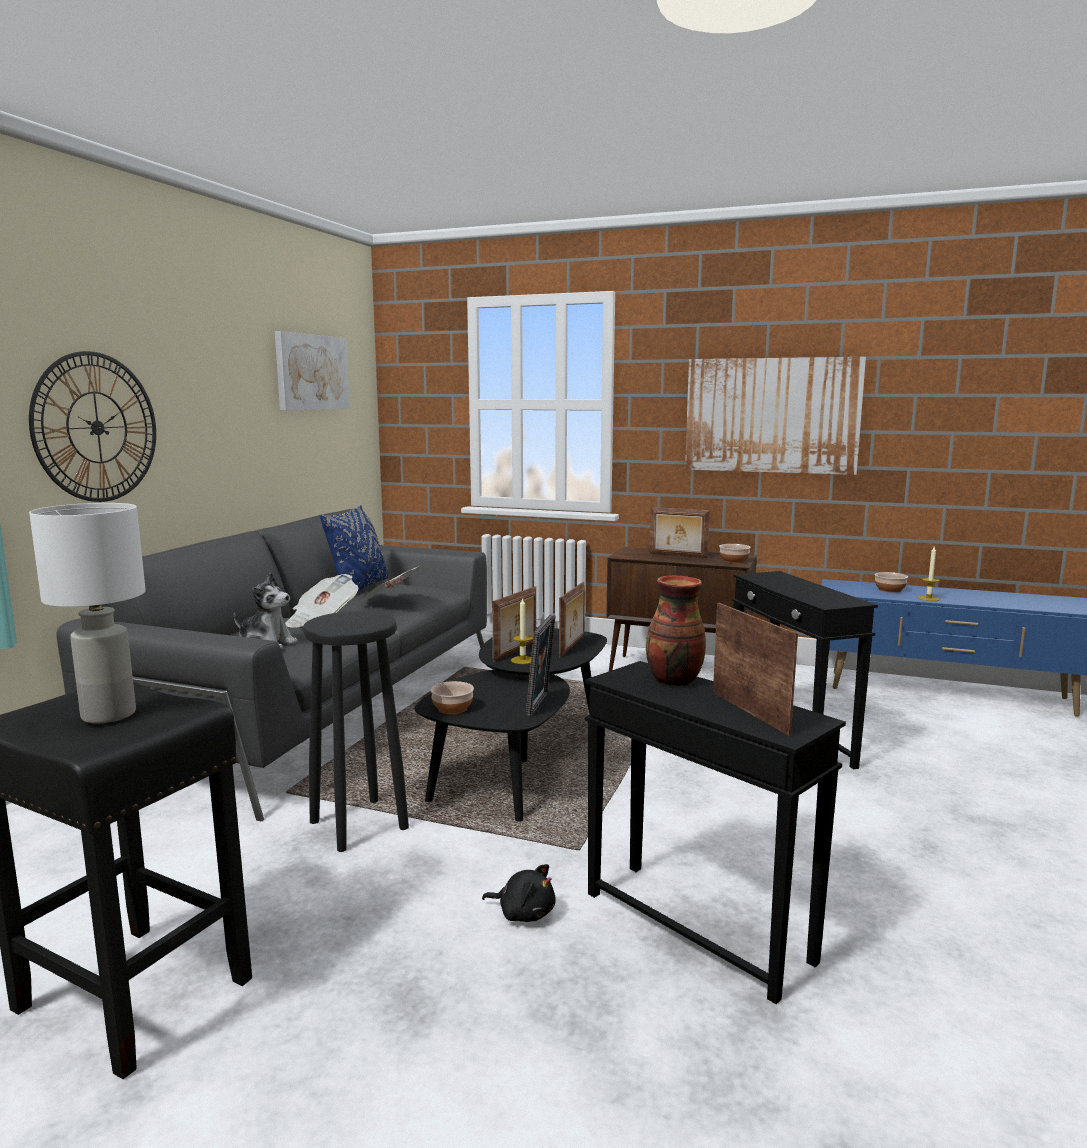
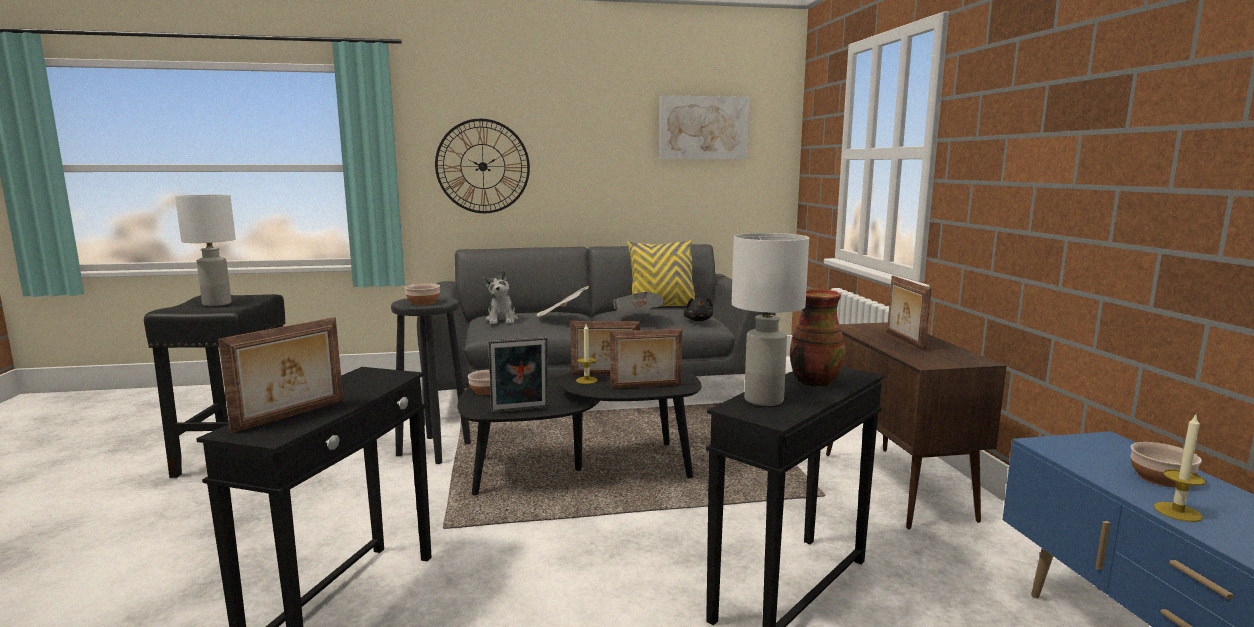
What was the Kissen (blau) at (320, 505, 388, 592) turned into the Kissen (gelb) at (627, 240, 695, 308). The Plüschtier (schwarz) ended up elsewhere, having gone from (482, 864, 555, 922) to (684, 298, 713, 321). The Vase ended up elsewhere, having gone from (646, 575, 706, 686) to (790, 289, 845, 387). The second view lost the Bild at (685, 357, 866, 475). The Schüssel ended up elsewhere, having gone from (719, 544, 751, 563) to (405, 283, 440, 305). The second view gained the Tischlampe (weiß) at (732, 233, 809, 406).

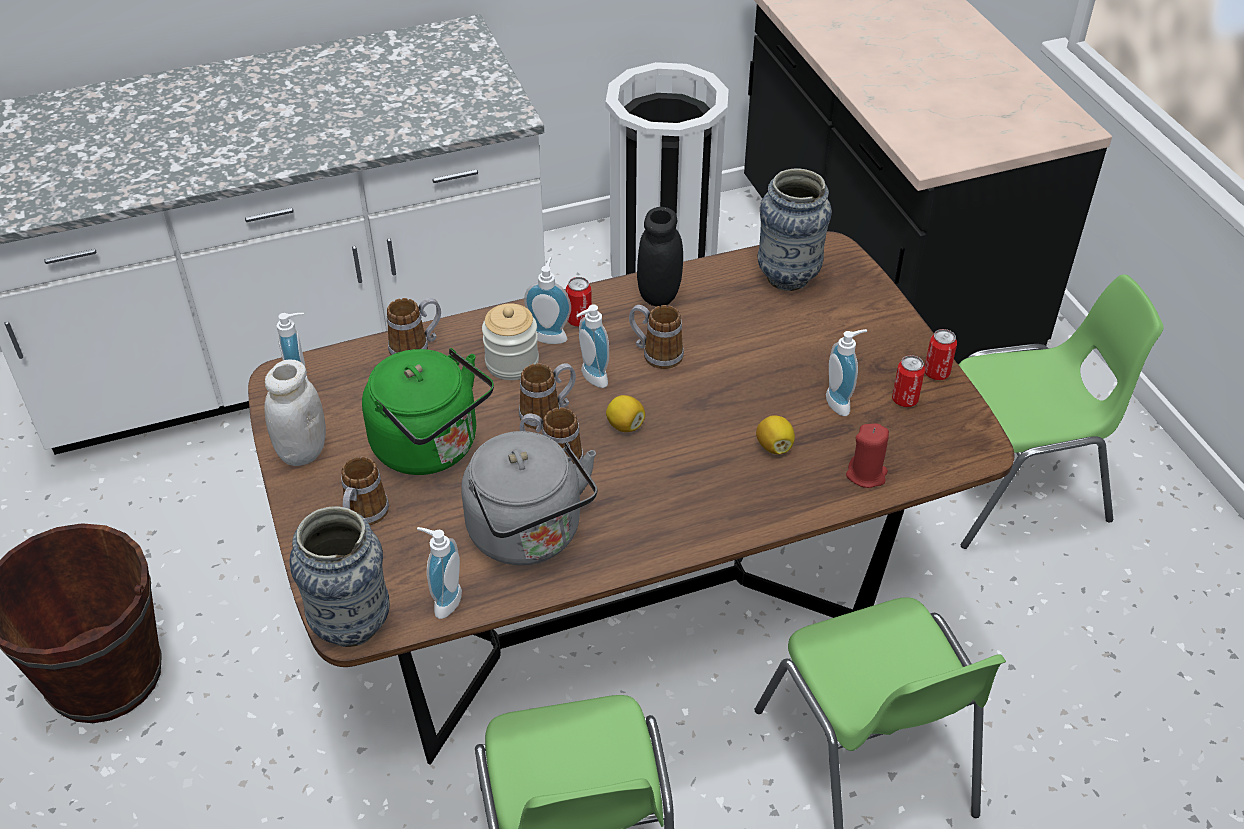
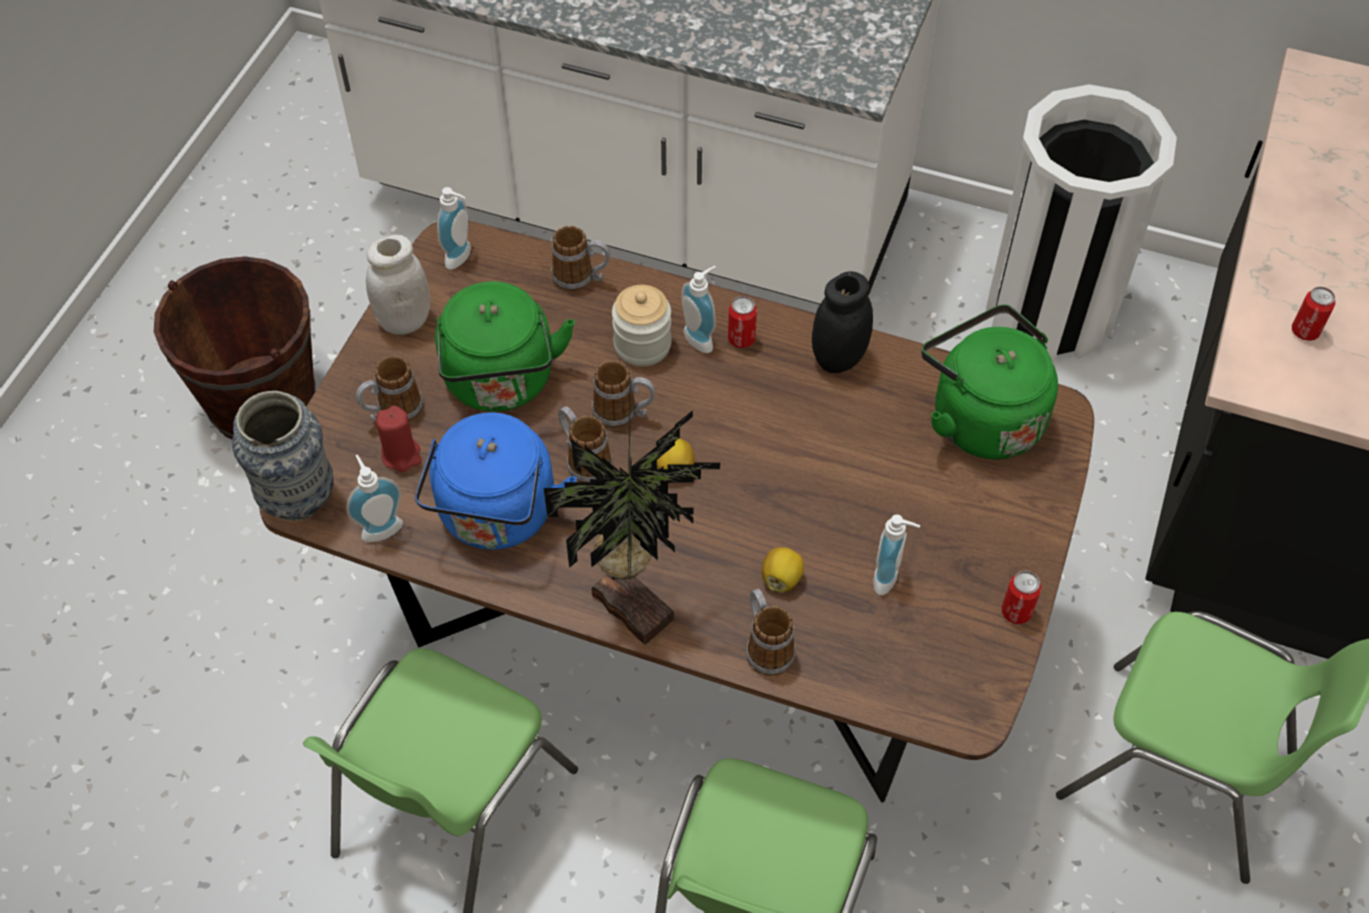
What was the Wasserkessel (grau) at (461, 431, 597, 565) turned into the Wasserkessel (blau) at (415, 413, 577, 550). The second view lost the Seifenspender at (576, 305, 609, 388). The Henkelbecher ended up elsewhere, having gone from (629, 305, 684, 369) to (746, 589, 795, 676). Where the Vase stood at (757, 168, 832, 291), the Wasserkessel (grün) came to stand at (921, 305, 1058, 459). The Kerze (rot) ended up elsewhere, having gone from (846, 424, 889, 488) to (376, 405, 422, 472). The Dose ended up elsewhere, having gone from (892, 355, 925, 407) to (1292, 286, 1335, 341). The second view gained the Topfpflanze at (544, 402, 720, 645).

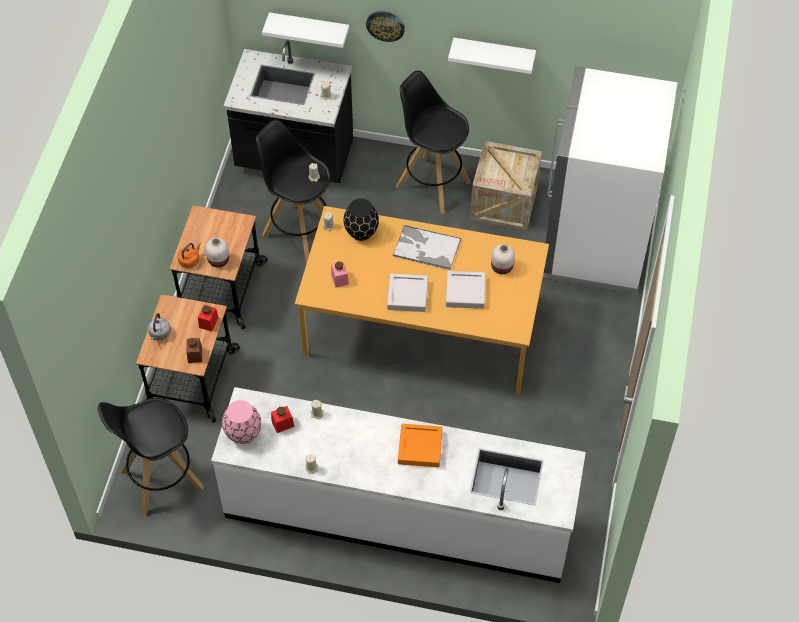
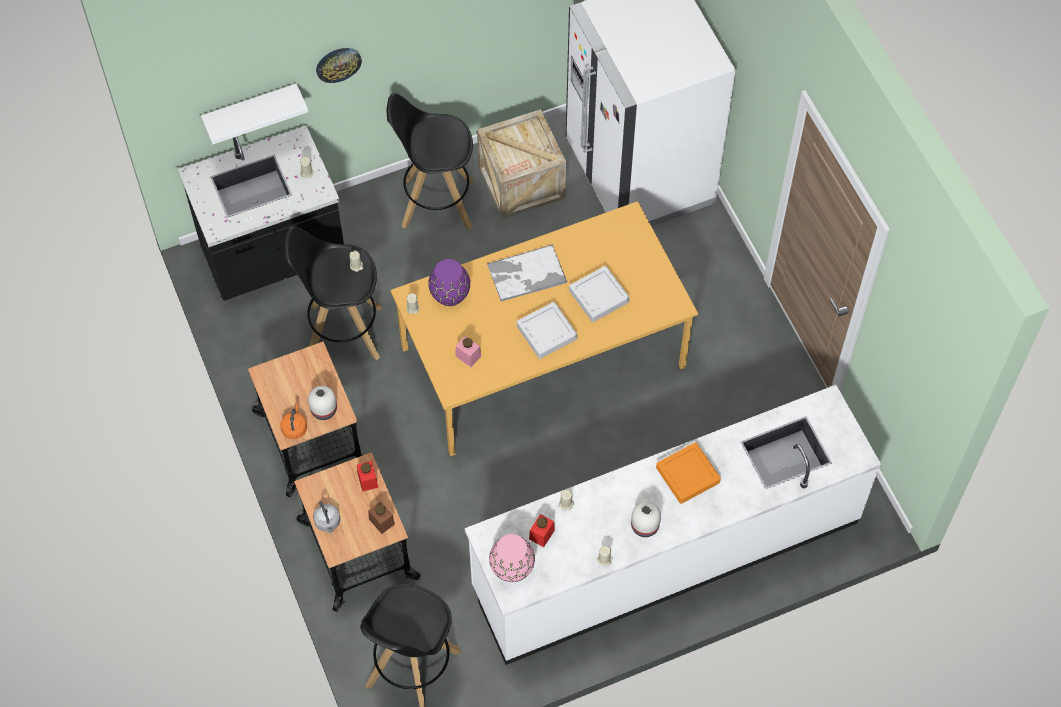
What was the Vase (schwarz) at (343, 199, 379, 241) turned into the Vase (lila) at (428, 259, 470, 306). The second view lost the Wandregal (weiß) at (448, 38, 536, 74). The Vase (weiß) ended up elsewhere, having gone from (491, 244, 515, 274) to (631, 502, 661, 537).

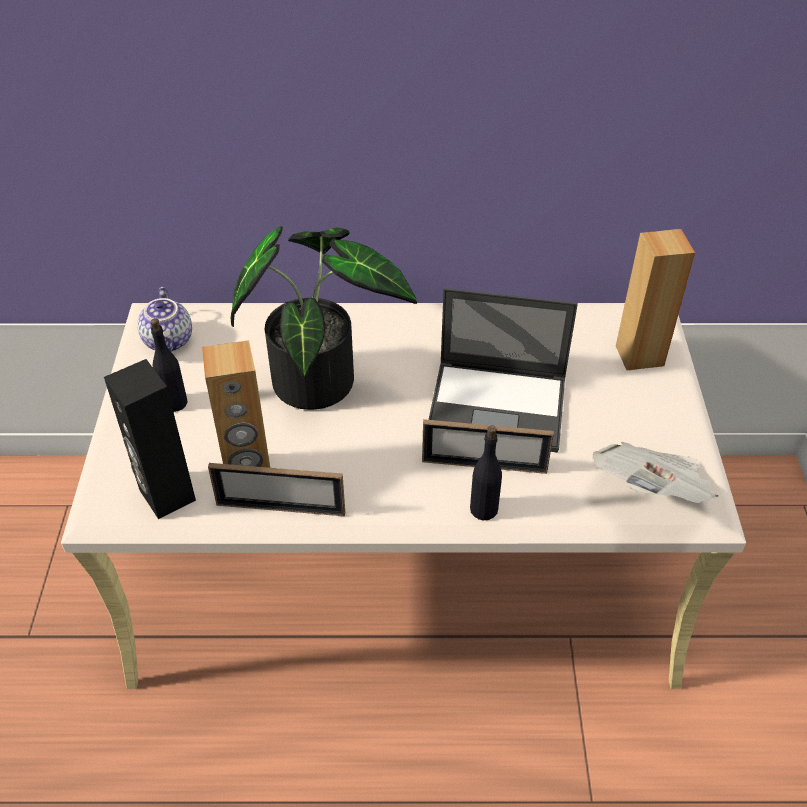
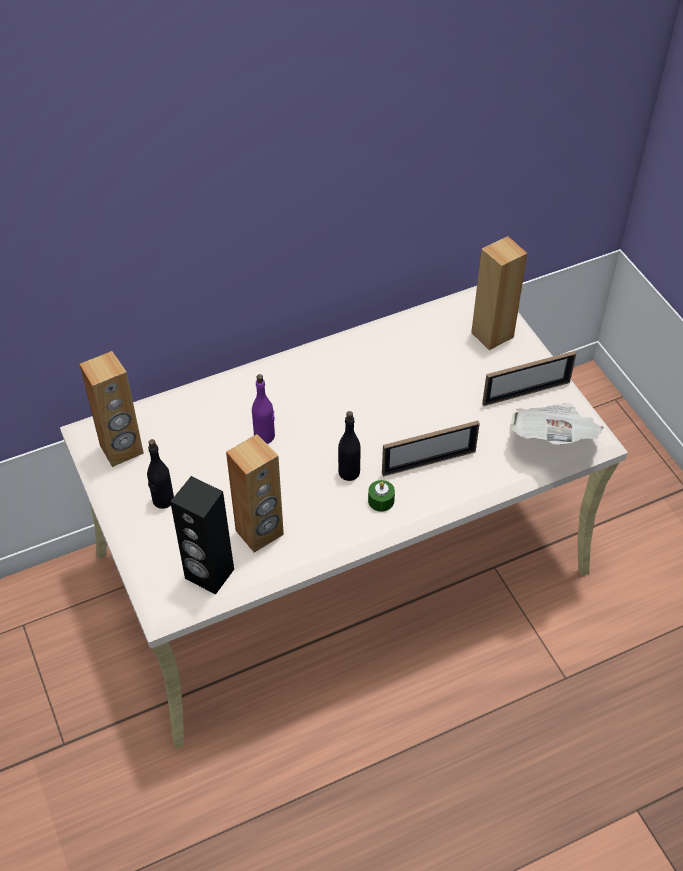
Where the Teekanne stood at (137, 287, 192, 352), the Lautsprecher (braun) came to stand at (79, 351, 144, 467). The Bilderrahmen ended up elsewhere, having gone from (208, 463, 345, 516) to (482, 351, 576, 406). Where the Topfpflanze stood at (231, 226, 417, 410), the Flasche (lila) came to stand at (252, 374, 275, 444). The second view lost the Laptop at (428, 288, 578, 452). The Flasche (schwarz) ended up elsewhere, having gone from (470, 425, 502, 520) to (338, 411, 361, 481). The second view gained the Kerze (grün) at (368, 480, 395, 512).

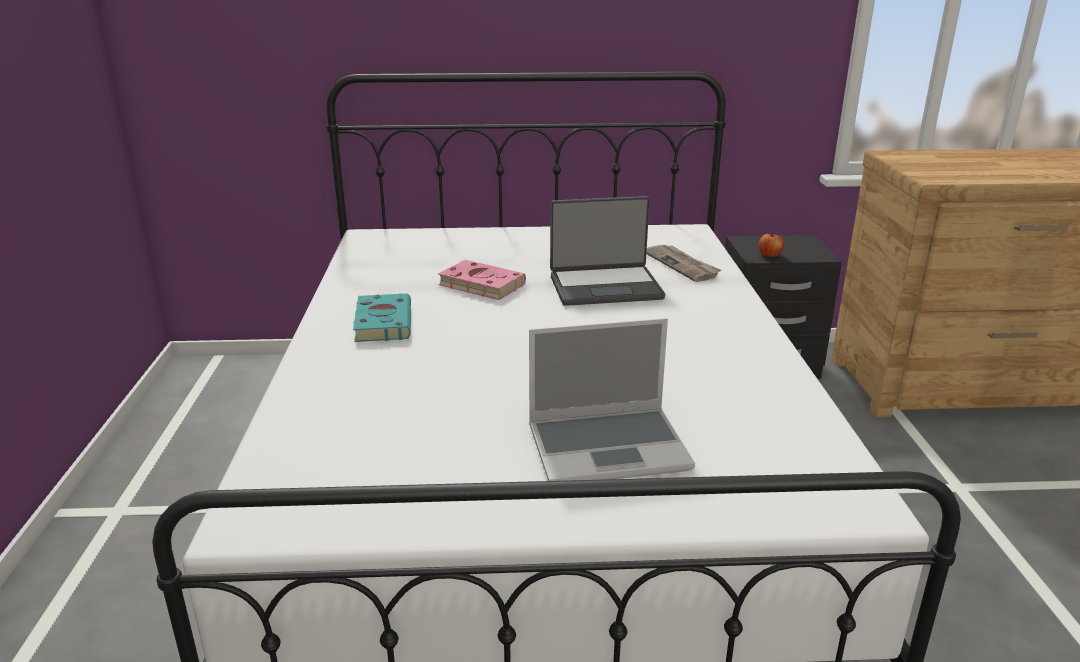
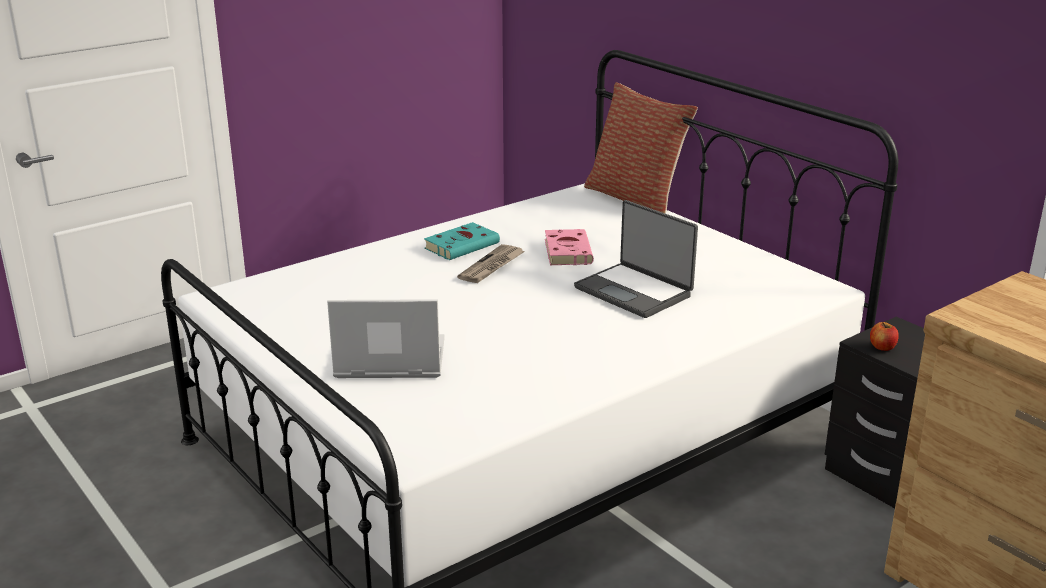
The Laptop at (529, 318, 695, 481) ended up facing another way, 135 degrees clockwise from before. The Zeitung ended up elsewhere, having gone from (646, 245, 721, 282) to (457, 244, 525, 283). The second view gained the Kissen at (584, 82, 698, 214).

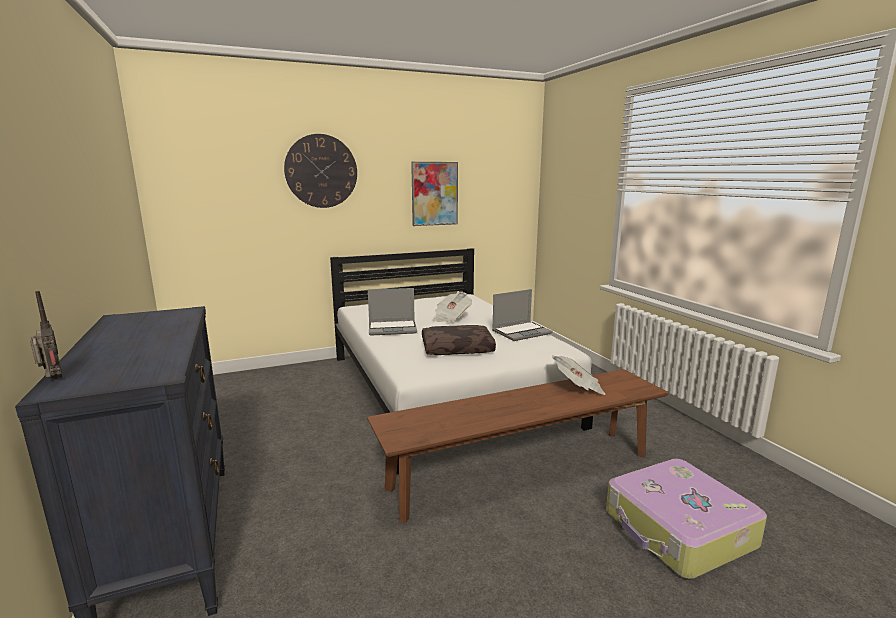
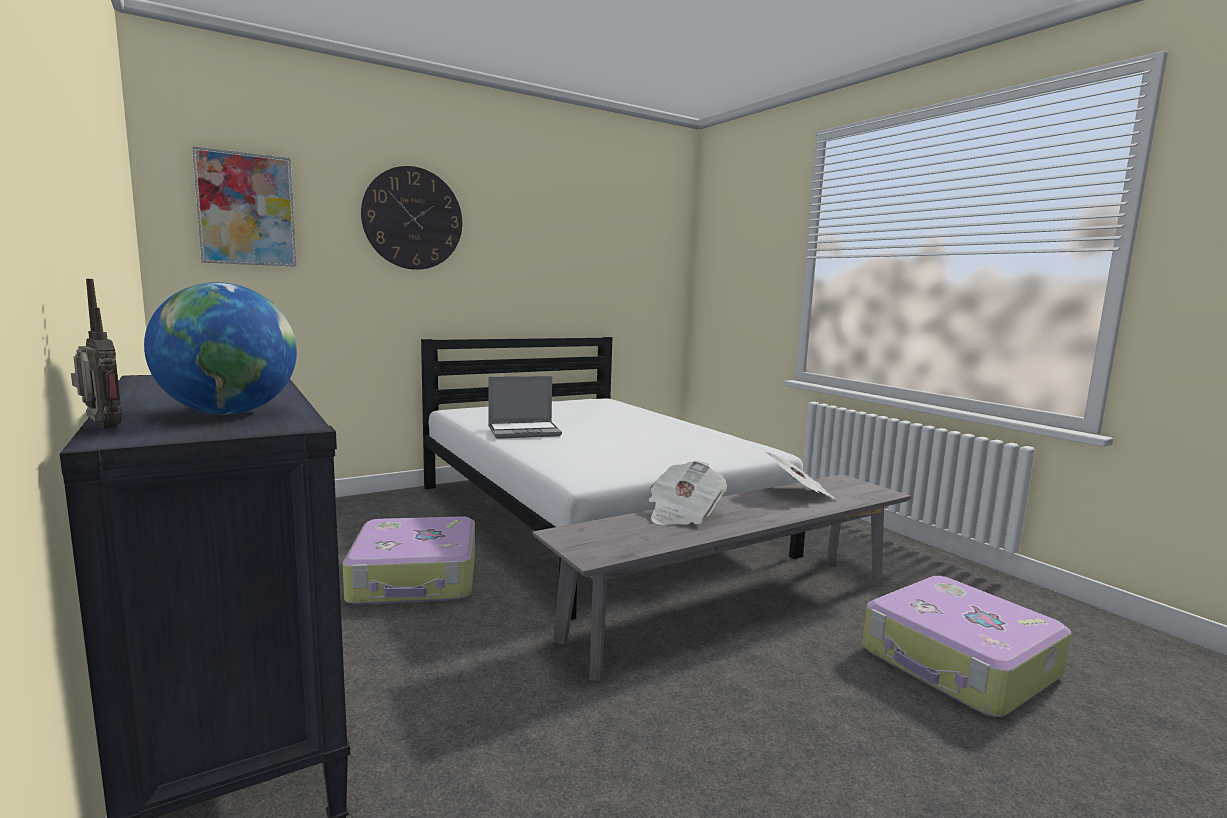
What was the Bank (braun) at (367, 369, 669, 523) turned into the Bank (grau) at (532, 474, 911, 681). The Bild ended up elsewhere, having gone from (411, 162, 458, 226) to (192, 146, 297, 267). The second view lost the Kissen (braun) at (422, 325, 496, 355). The Zeitung ended up elsewhere, having gone from (433, 292, 472, 322) to (649, 461, 727, 525). The second view lost the Laptop at (492, 289, 552, 341). The second view gained the Globus at (144, 282, 297, 415). The second view gained the Koffer at (343, 516, 475, 605).

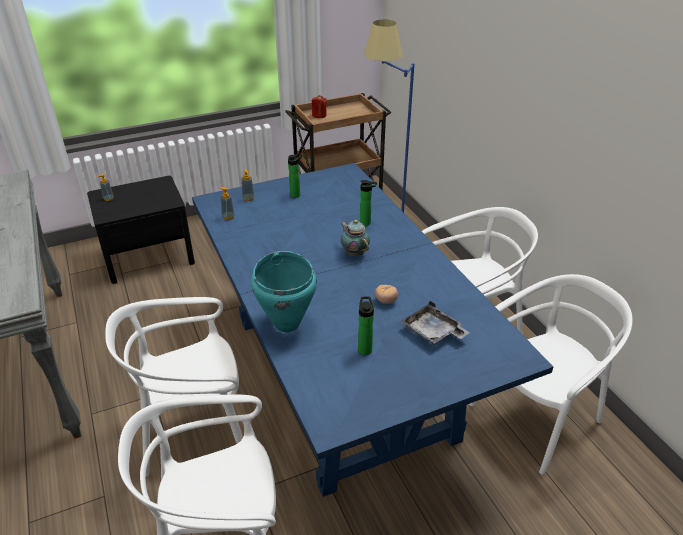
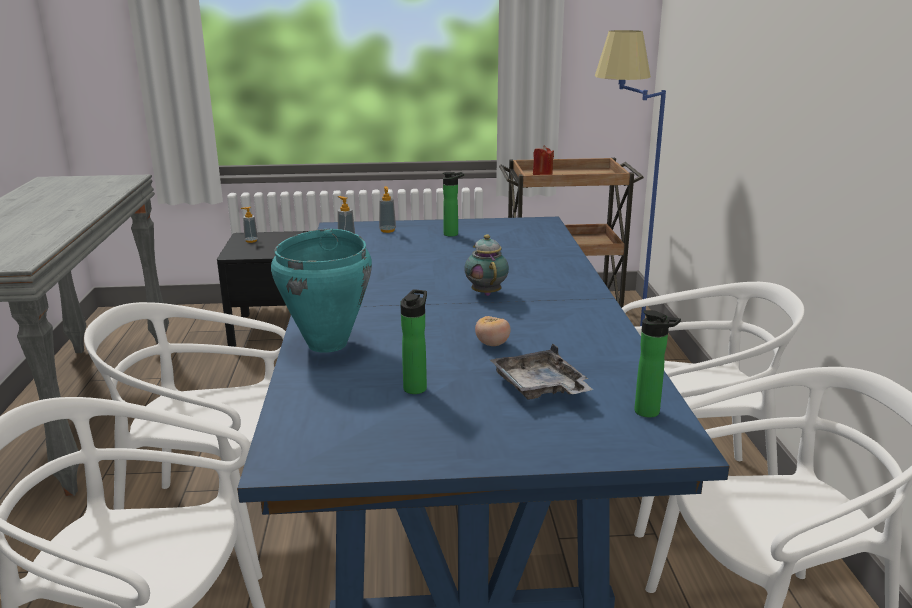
The Flasche ended up elsewhere, having gone from (360, 180, 377, 226) to (634, 310, 681, 417).

